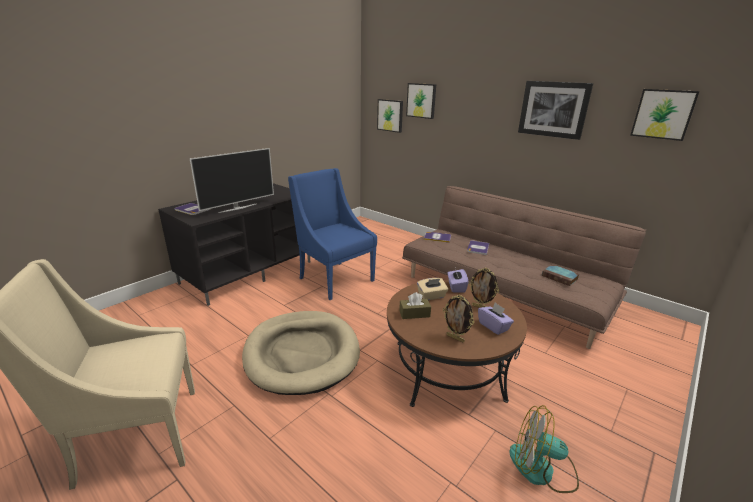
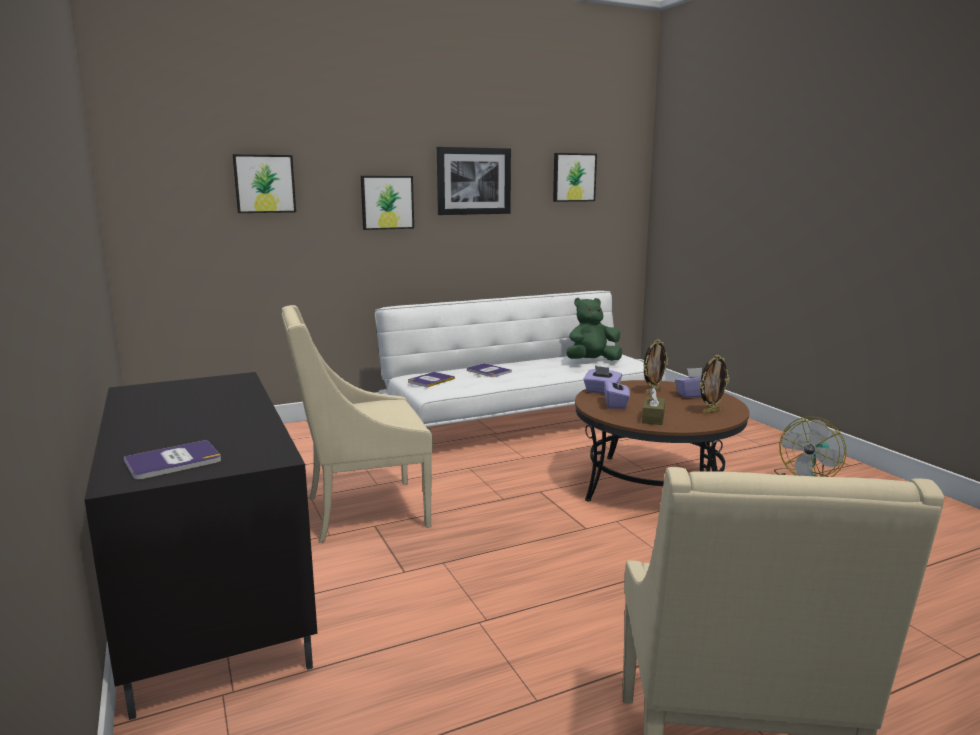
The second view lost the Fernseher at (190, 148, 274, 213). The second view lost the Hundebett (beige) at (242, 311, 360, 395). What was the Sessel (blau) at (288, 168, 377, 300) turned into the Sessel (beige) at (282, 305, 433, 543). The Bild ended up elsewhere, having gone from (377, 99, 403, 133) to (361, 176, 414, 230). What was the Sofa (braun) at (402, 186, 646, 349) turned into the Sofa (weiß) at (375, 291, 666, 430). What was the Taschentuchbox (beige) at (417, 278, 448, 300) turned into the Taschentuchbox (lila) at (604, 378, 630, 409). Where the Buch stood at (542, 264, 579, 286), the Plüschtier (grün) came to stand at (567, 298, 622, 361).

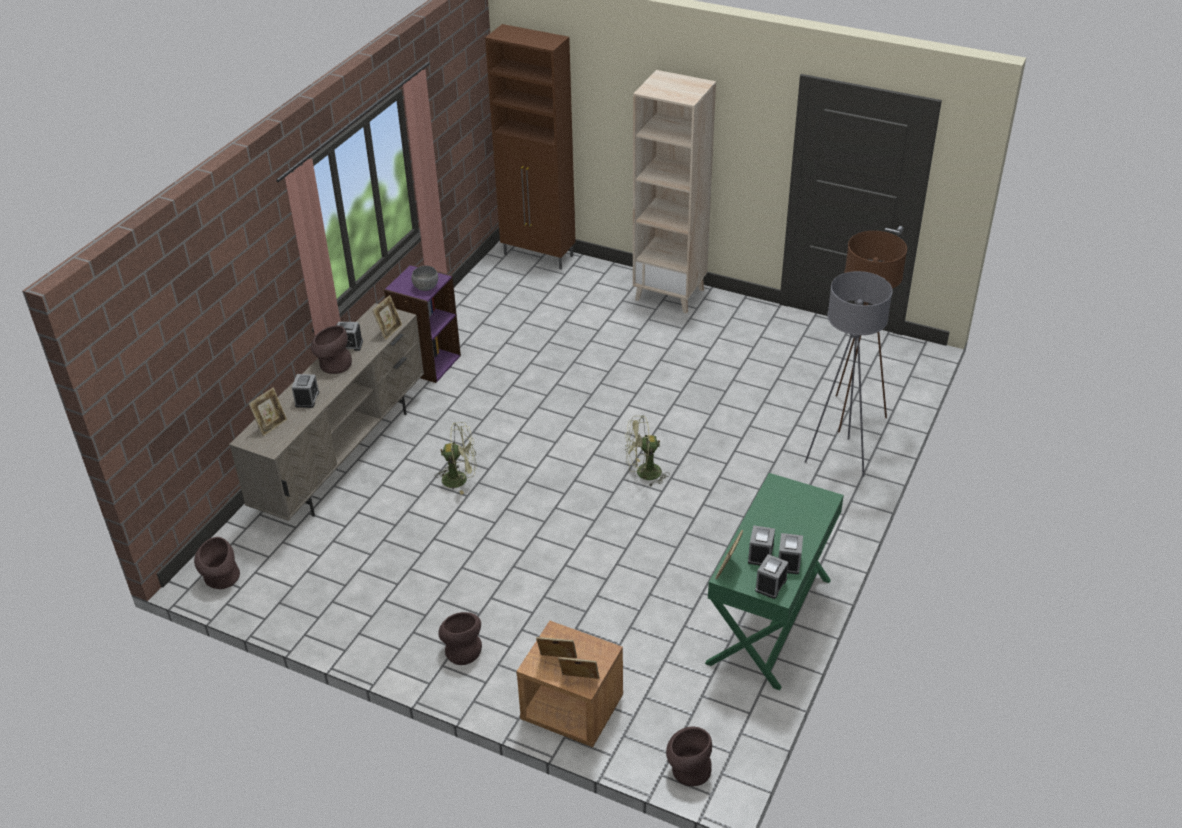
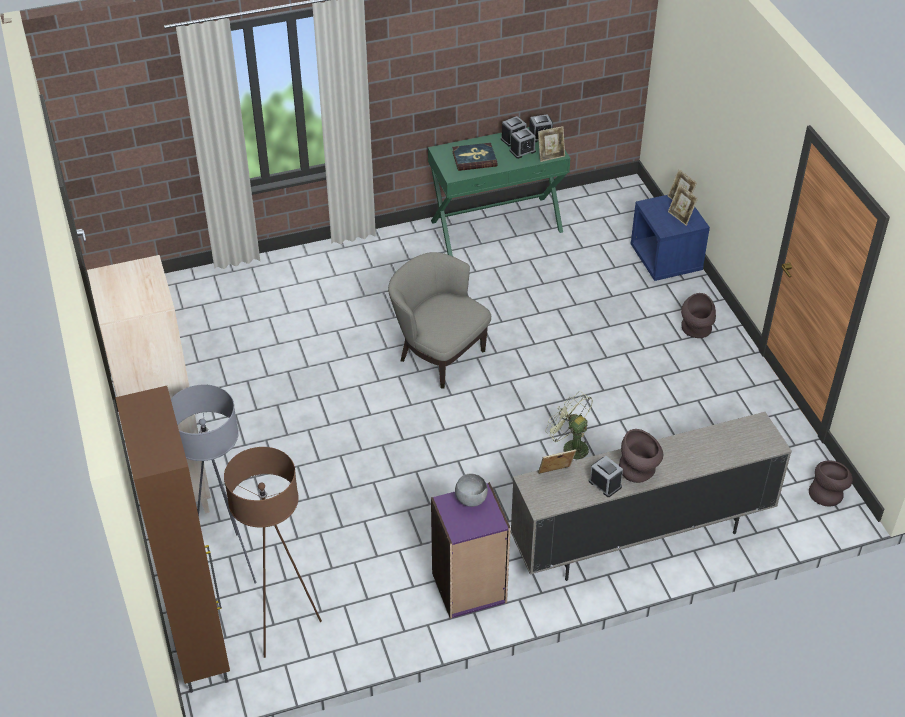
The second view lost the Bilderrahmen at (249, 388, 287, 436). The second view lost the Wecker at (292, 374, 319, 408). What was the Nachttisch (braun) at (516, 621, 623, 747) turned into the Nachttisch (blau) at (631, 195, 710, 281). Where the Ventilator (grün) stood at (625, 415, 670, 487), the Sessel (beige) came to stand at (388, 252, 491, 389). The second view lost the Vase (braun) at (666, 727, 712, 786). The Stehlampe (grau) ended up elsewhere, having gone from (805, 271, 893, 477) to (171, 385, 257, 584). The Stehlampe (braun) ended up elsewhere, having gone from (836, 231, 907, 432) to (224, 447, 322, 658). The second view gained the Buch at (452, 143, 497, 171).

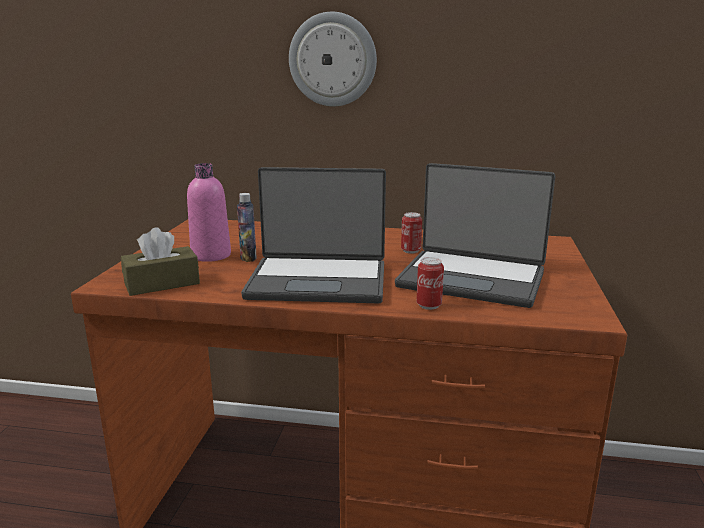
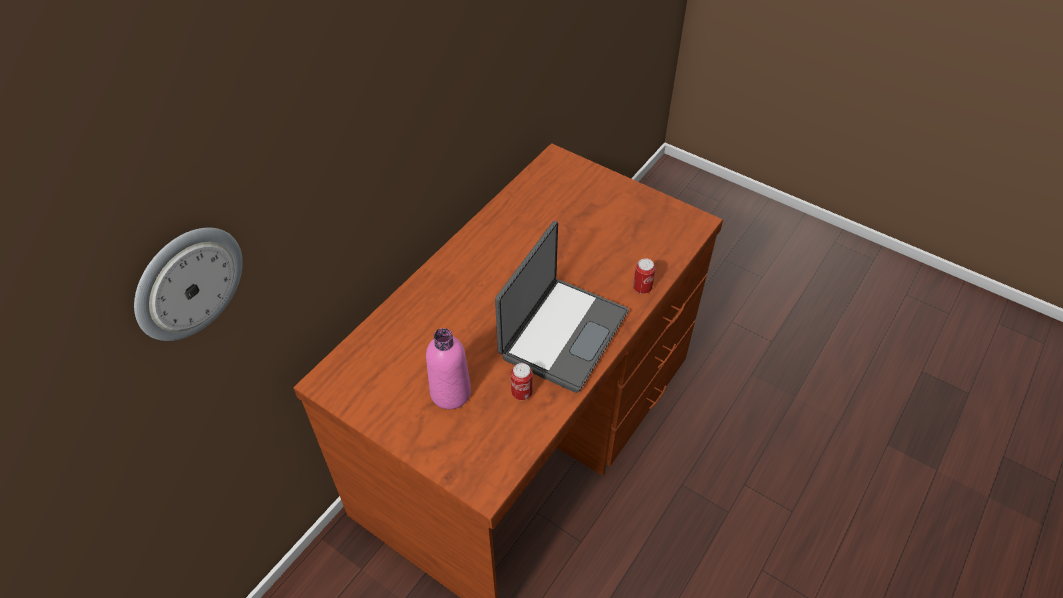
The second view lost the Taschentuchbox (braun) at (121, 227, 200, 296). The second view lost the Flasche at (237, 193, 257, 262). The Wanduhr ended up elsewhere, having gone from (289, 12, 377, 106) to (134, 227, 243, 341). The second view lost the Laptop at (395, 163, 555, 308). The Dose ended up elsewhere, having gone from (401, 212, 422, 254) to (511, 363, 533, 400).

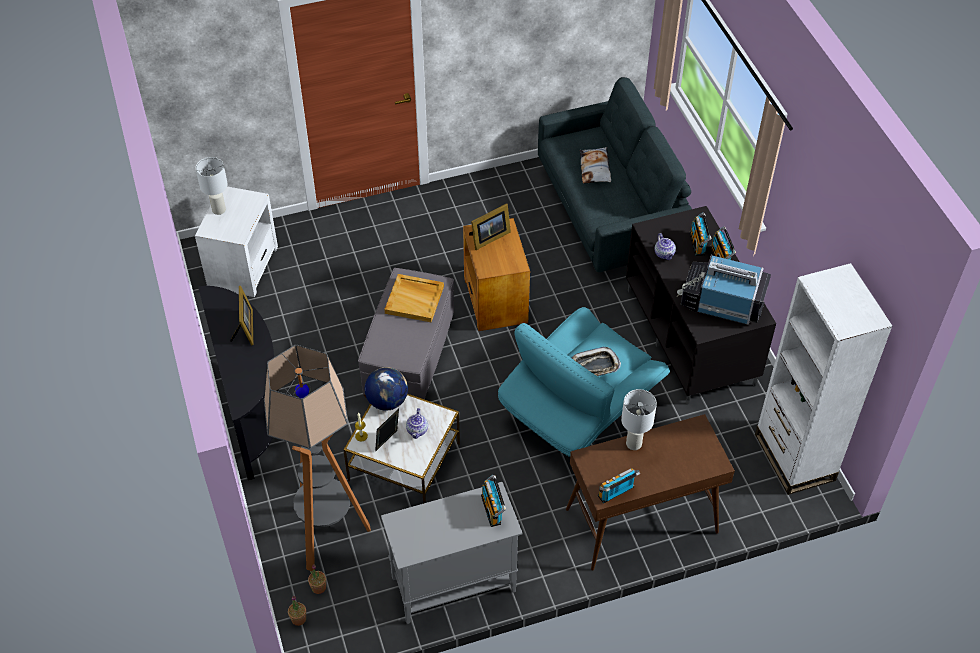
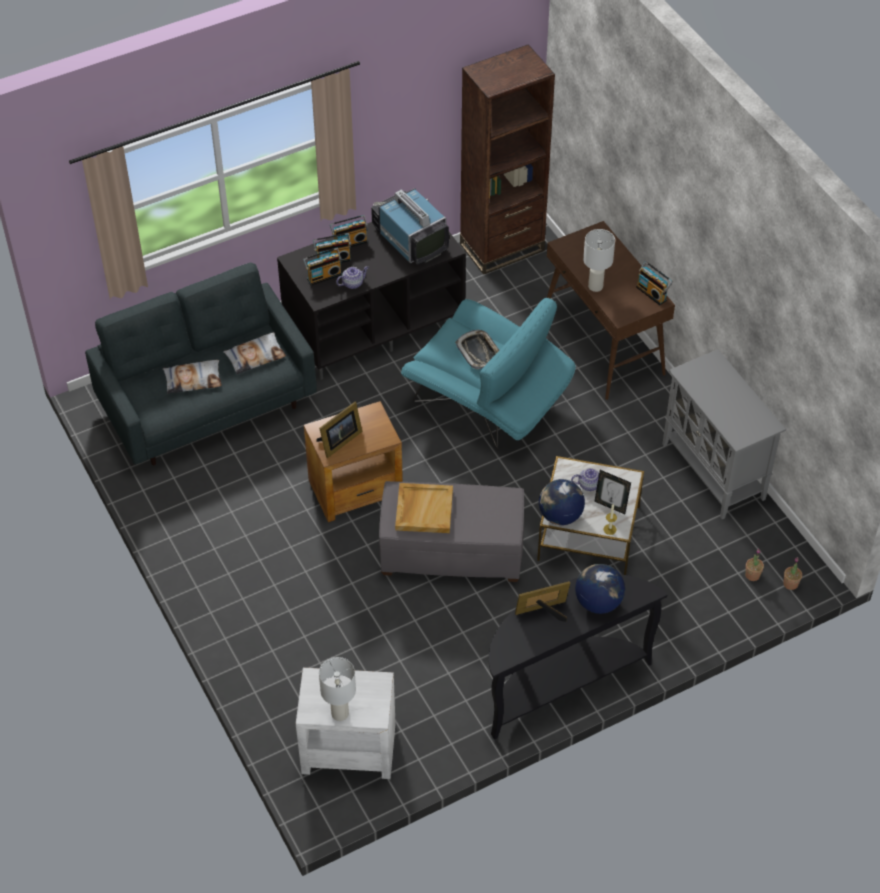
The second view lost the Stehlampe at (264, 345, 371, 571). The Bilderrahmen at (469, 203, 511, 250) ended up facing another way, 90 degrees clockwise from before. The Radio ended up elsewhere, having gone from (481, 475, 506, 527) to (303, 248, 342, 285). The Fernseher at (677, 255, 771, 325) ended up facing another way, 135 degrees clockwise from before. What was the Bücherregal (weiß) at (755, 263, 893, 495) turned into the Bücherregal (braun) at (460, 44, 555, 275). The second view gained the Kissen at (223, 333, 286, 374). The second view gained the Globus at (575, 564, 625, 614).

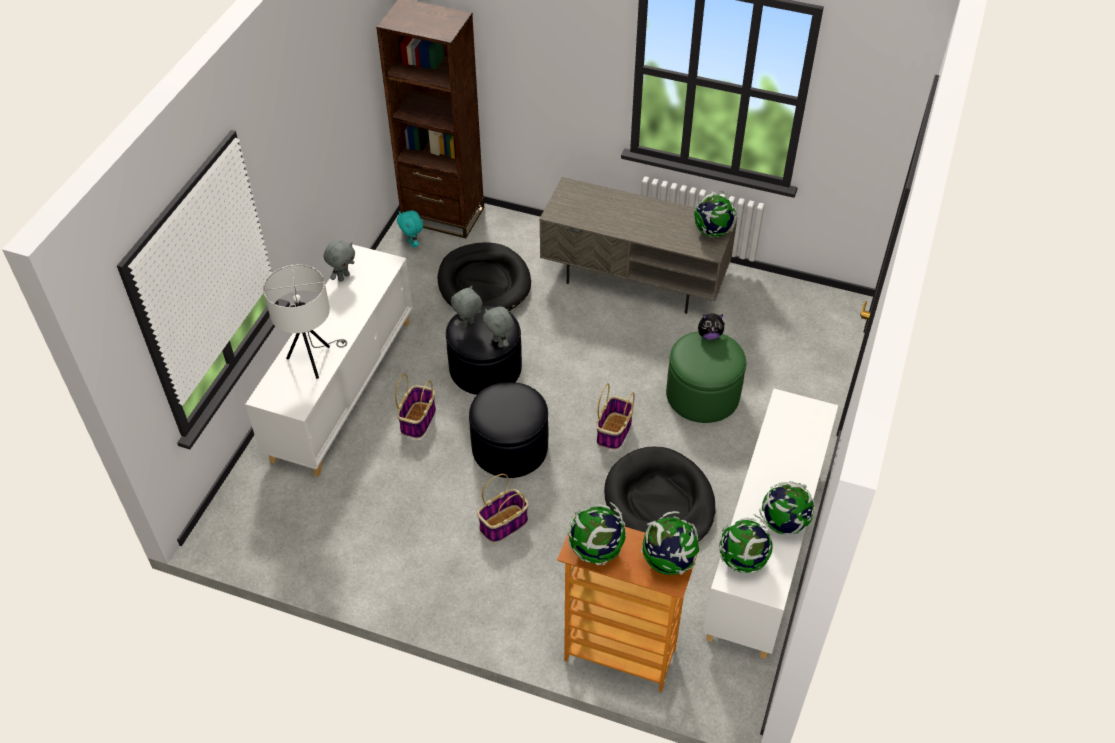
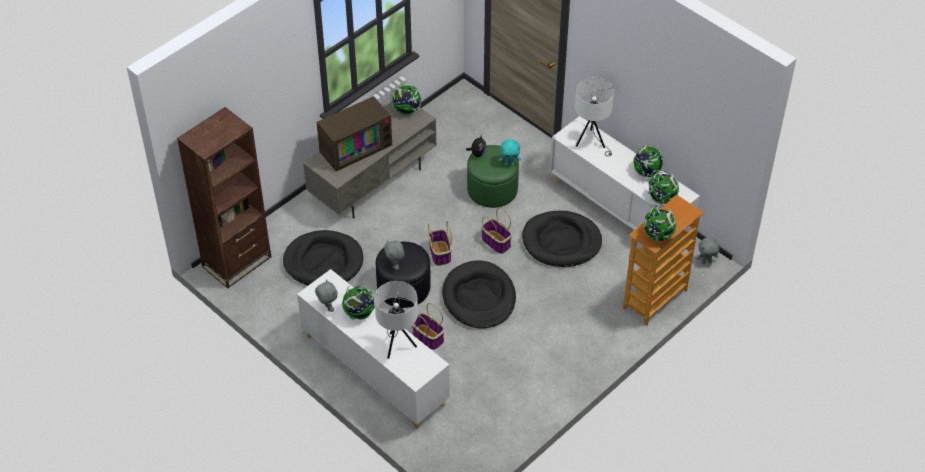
The Plüschtier (türkis) ended up elsewhere, having gone from (397, 211, 423, 248) to (499, 139, 521, 166). Where the Polsterhocker (schwarz) stood at (469, 382, 548, 478), the Hundebett (schwarz) came to stand at (442, 260, 516, 329). The Korb ended up elsewhere, having gone from (477, 474, 529, 542) to (428, 221, 452, 266). The Plüschtier (grau) ended up elsewhere, having gone from (483, 307, 514, 348) to (696, 237, 720, 264). The Globus ended up elsewhere, having gone from (641, 511, 699, 575) to (342, 286, 375, 320). The second view gained the Fernseher at (317, 96, 392, 171). The second view gained the Tischlampe (weiß) at (575, 78, 614, 157).

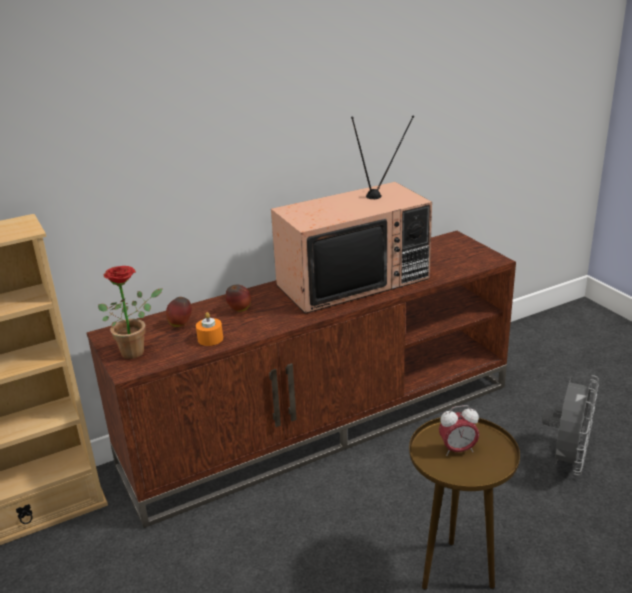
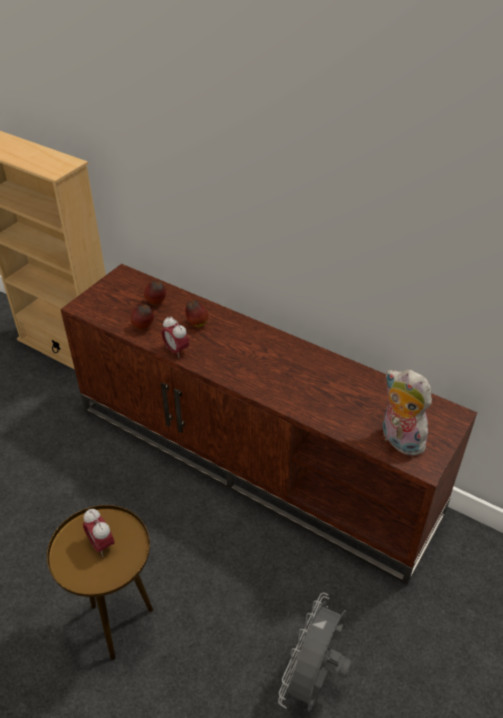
The second view lost the Topfpflanze at (98, 266, 162, 359). Where the Kerze (orange) stood at (196, 312, 223, 346), the Apfel came to stand at (131, 305, 154, 329). The second view lost the Fernseher at (271, 115, 432, 314). The Ventilator (grau) at (542, 375, 599, 475) ended up facing another way, 120 degrees clockwise from before. The second view gained the Wecker at (162, 316, 189, 358). The second view gained the Plüschtier at (383, 369, 432, 456).

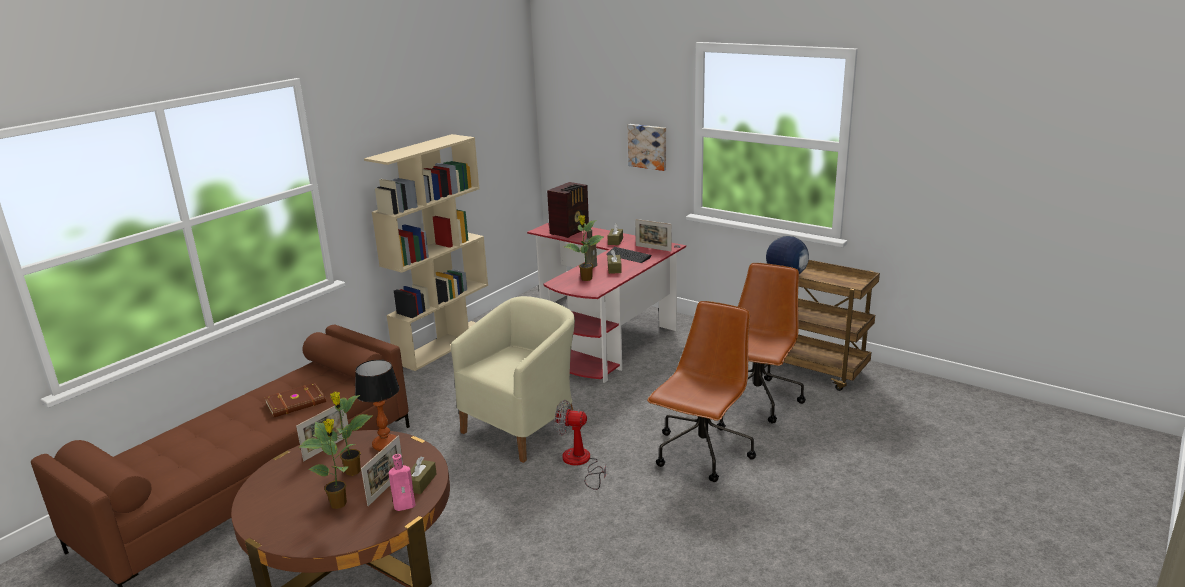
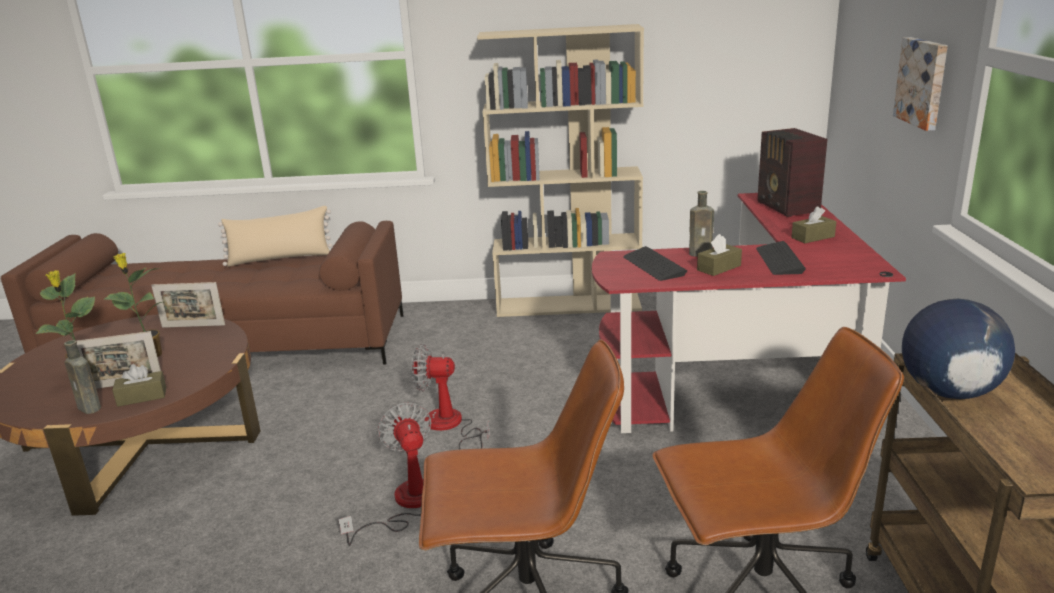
The second view lost the Buch (braun) at (265, 383, 326, 417). The second view lost the Tischlampe at (355, 359, 400, 451). What was the Flasche (rosa) at (388, 454, 416, 511) turned into the Flasche (braun) at (64, 340, 101, 414). Where the Sessel (beige) stood at (451, 296, 575, 463), the Ventilator came to stand at (412, 344, 490, 450). The Radio at (547, 182, 589, 238) ended up facing another way, 75 degrees clockwise from before. Where the Topfpflanze stood at (564, 215, 605, 281), the Tastatur came to stand at (623, 246, 688, 281). The second view lost the Bilderrahmen at (635, 219, 672, 251). The second view gained the Kissen (beige) at (218, 206, 333, 267).

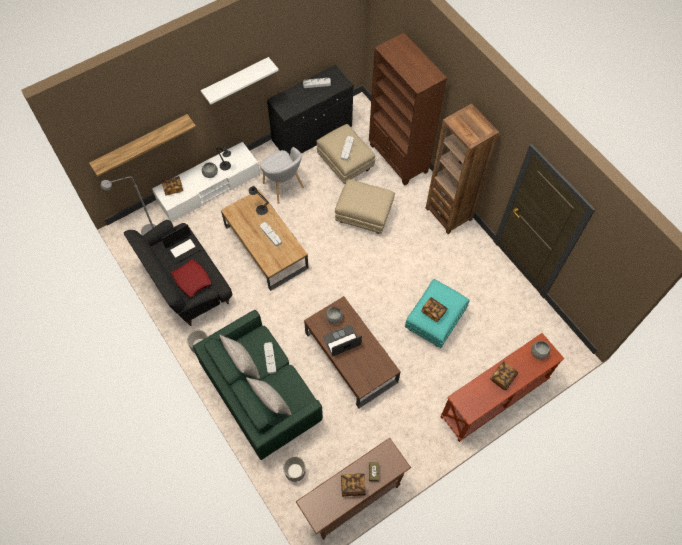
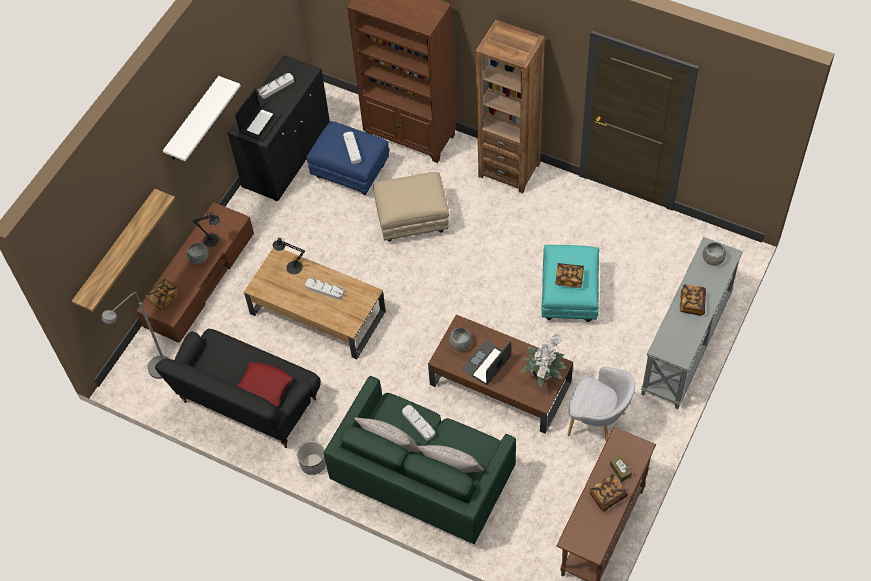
What was the Fernsehschrank (weiß) at (152, 142, 260, 222) turned into the Fernsehschrank (braun) at (136, 202, 254, 343). The Laptop ended up elsewhere, having gone from (161, 224, 201, 264) to (235, 88, 282, 141). The Sessel (grau) ended up elsewhere, having gone from (260, 147, 304, 204) to (567, 367, 635, 442). The second view lost the Pflanzkübel at (283, 456, 306, 482). What was the Polsterhocker (beige) at (317, 124, 375, 184) turned into the Polsterhocker (blau) at (306, 121, 389, 195). What was the Konsolentisch (braun) at (440, 333, 564, 442) turned into the Konsolentisch (grau) at (641, 237, 743, 409). The second view gained the Topfpflanze at (520, 334, 567, 388).

